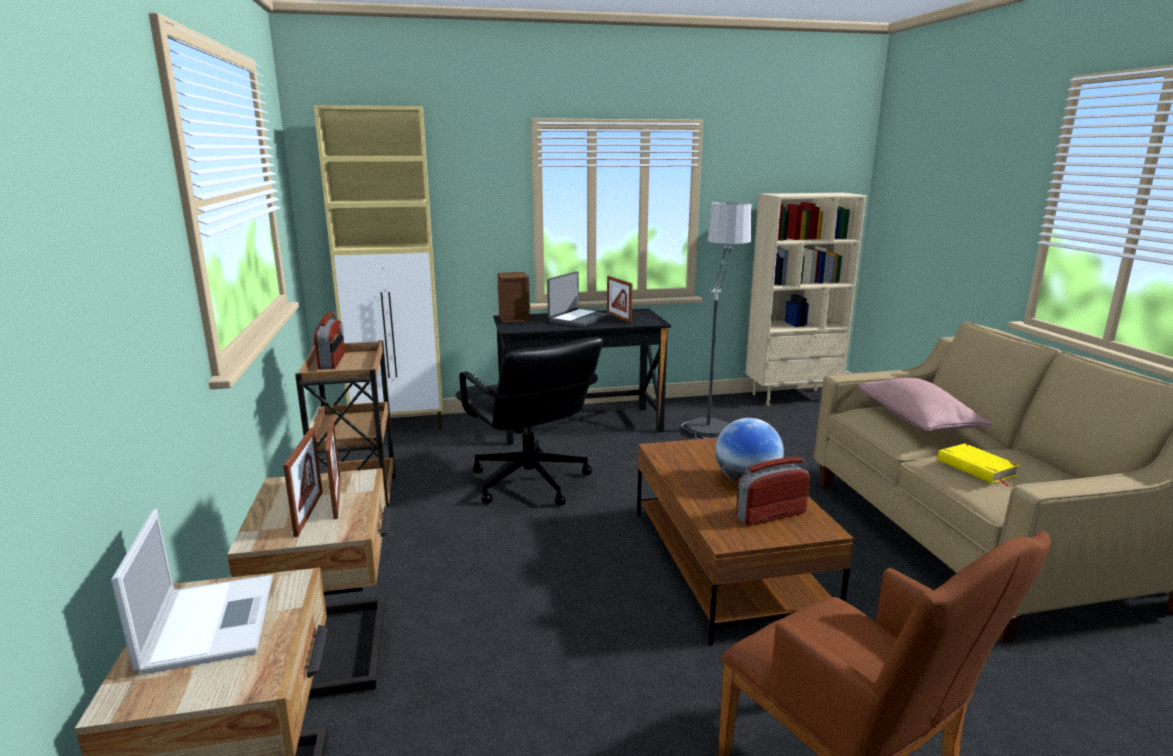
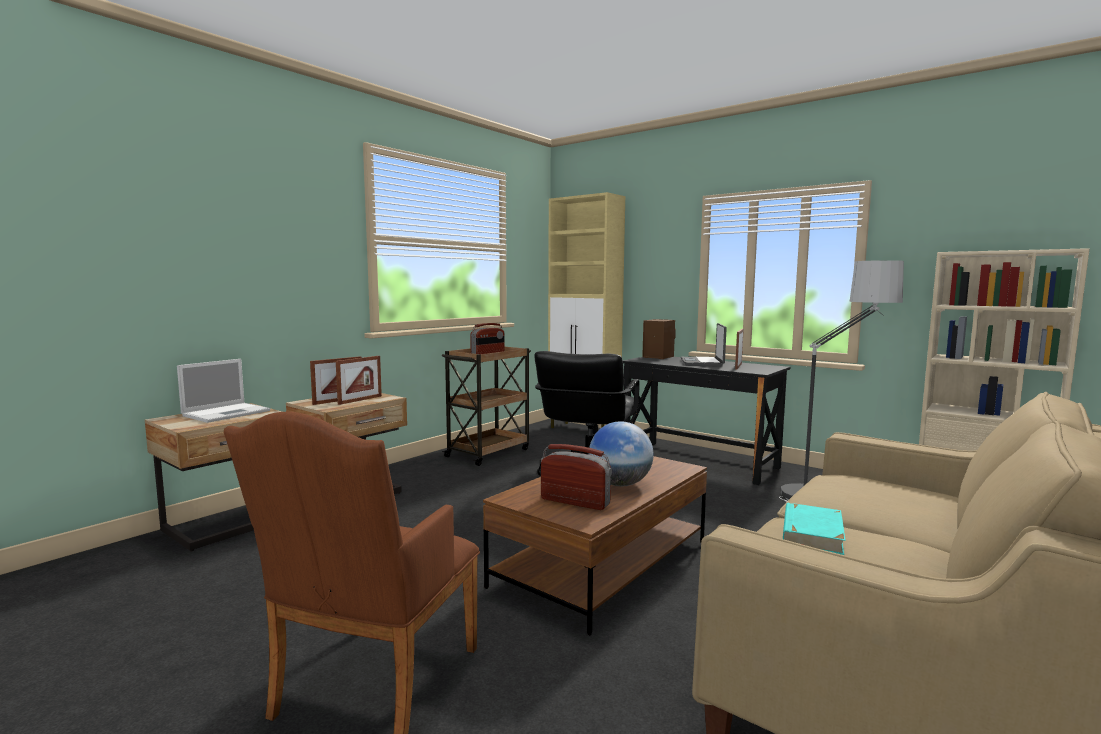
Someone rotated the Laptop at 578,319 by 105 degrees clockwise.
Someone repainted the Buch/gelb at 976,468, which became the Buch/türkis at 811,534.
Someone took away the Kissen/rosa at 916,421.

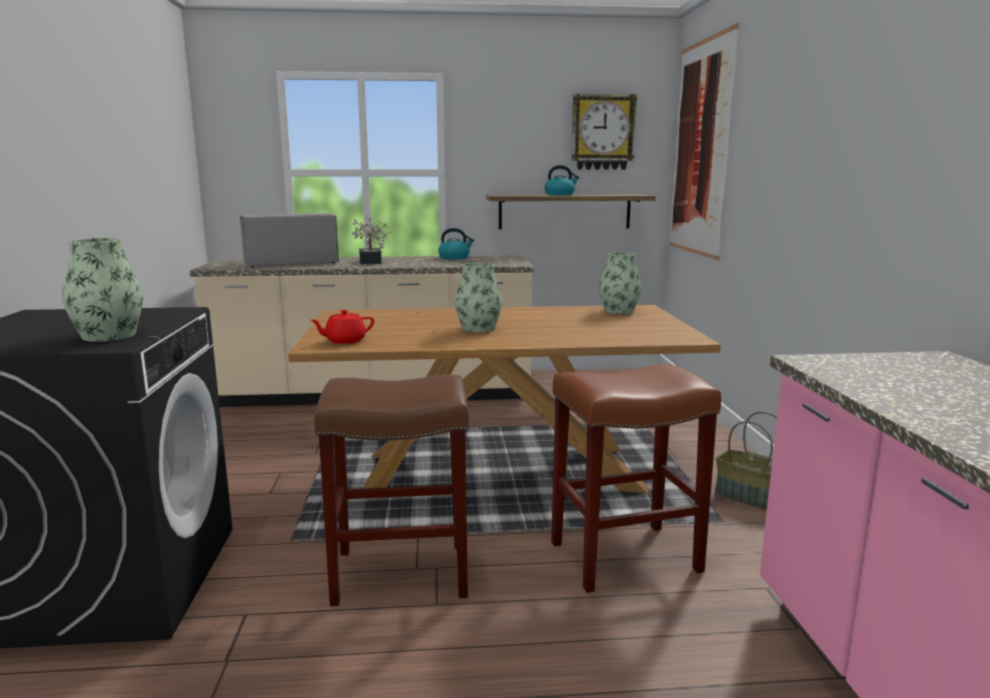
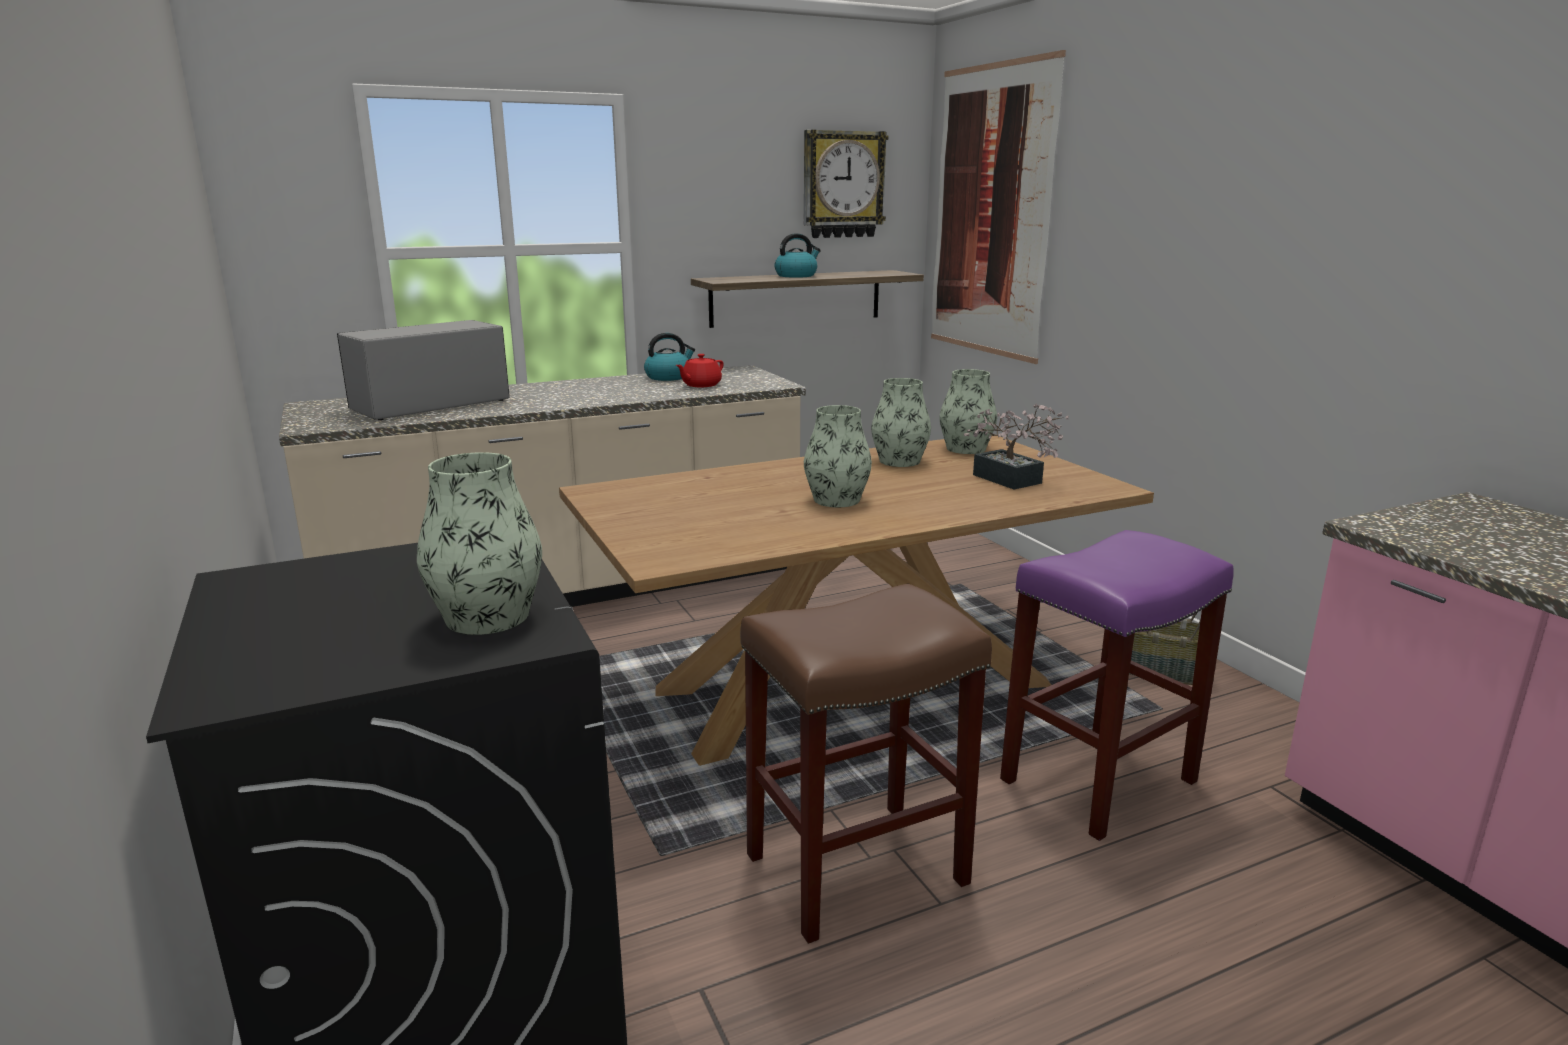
Someone carried the Teekanne/rot from 344,341 to 700,385.
Someone put down the Vase at 899,461.
Someone carried the Topfpflanze from 370,262 to 1012,481.
Someone repainted the Hocker/braun at 623,557, which became the Hocker/lila at 1097,782.

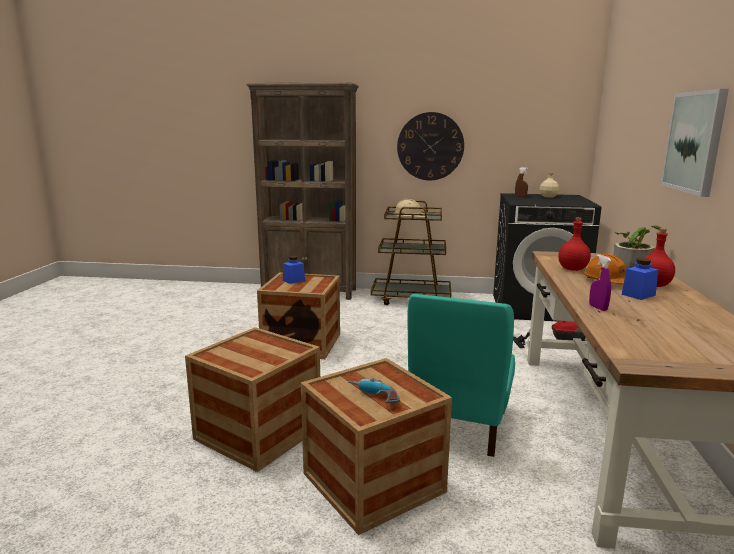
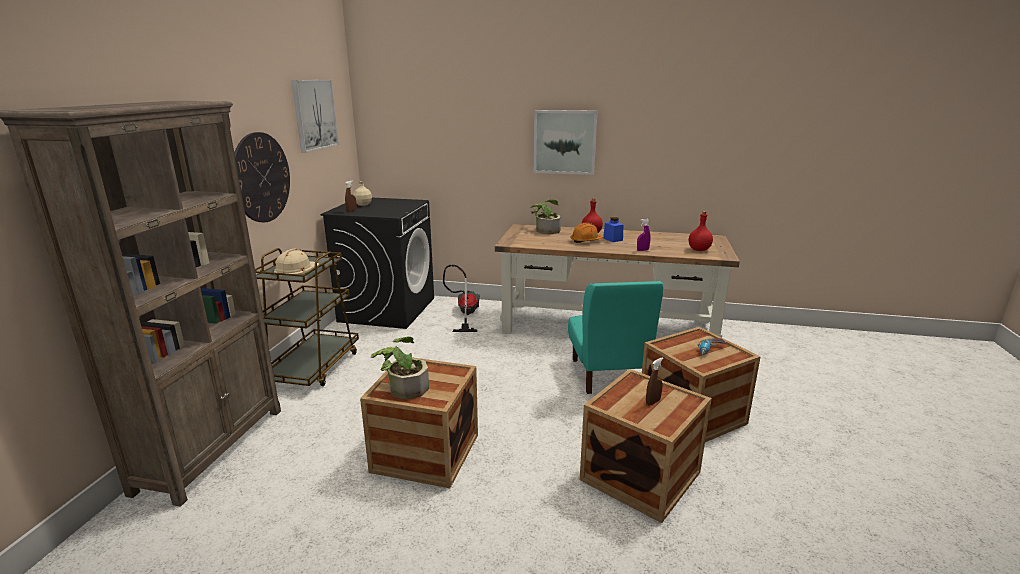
Someone put up the Bild at 314,114.
Someone swapped the Vorratsglas/blau at 294,280 for the Topfpflanze at 404,387.
Someone rotated the Stuhl/türkis at 458,425 by 60 degrees clockwise.
Someone put down the Sprühflasche/braun at 653,402.
Someone carried the Flasche/rot from 572,269 to 698,250.

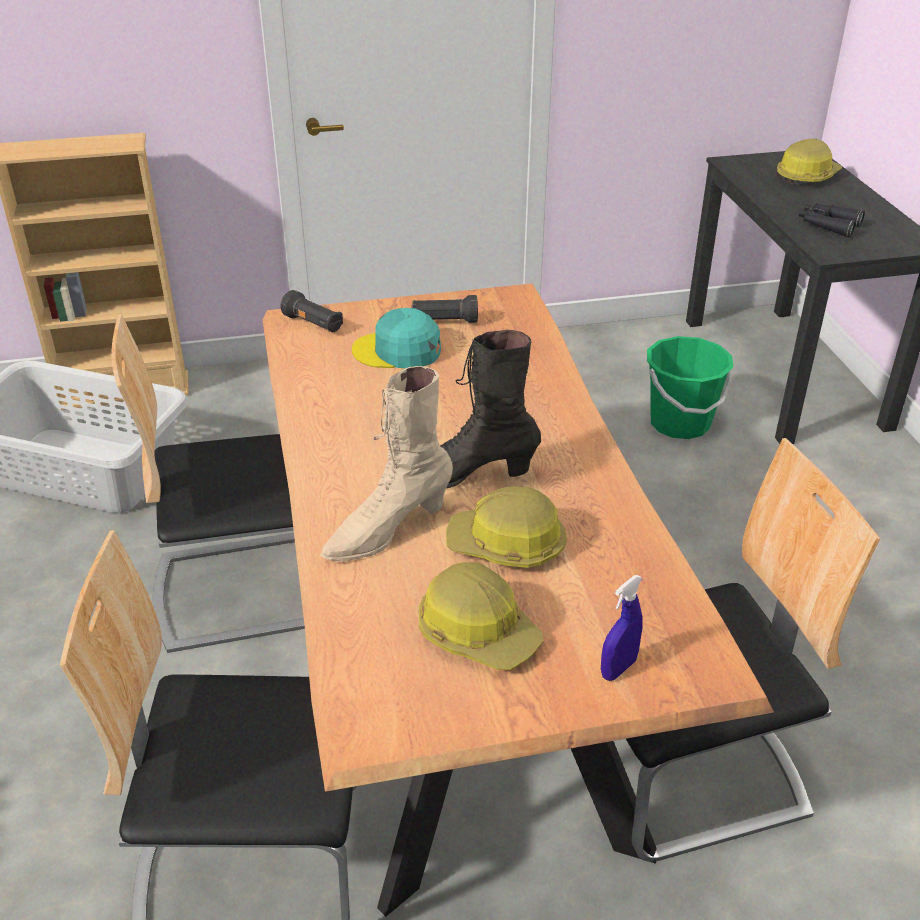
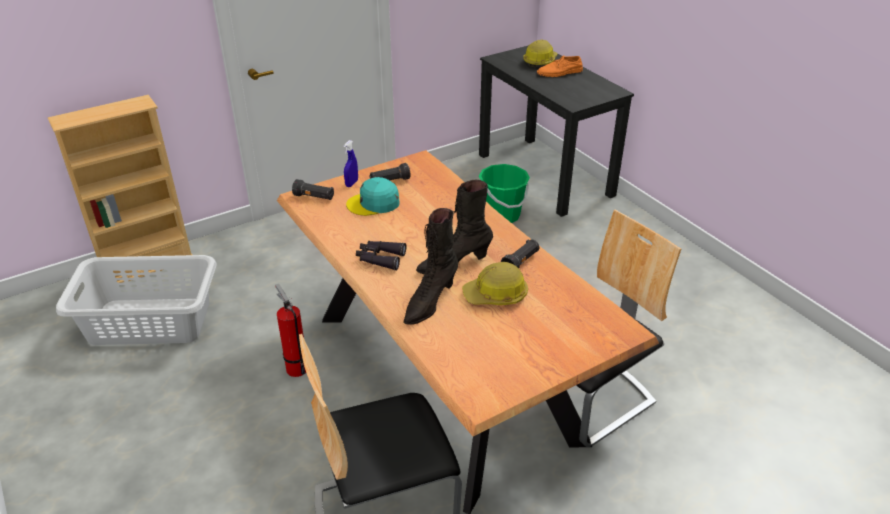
Someone swapped the Stuhl at 242,588 for the Feuerlöscher at 296,367.
Someone carried the Sprühflasche/blau from 618,668 to 351,183.
Someone carried the Fernglas/schwarz from 827,225 to 380,258.
Someone repainted the Stiefel/beige at 387,531, which became the Stiefel/schwarz at 429,302.
Someone put down the Taschenlampe/schwarz at 520,262.
Someone put down the Schuh/orange at 559,73.
Someone took away the Schutzhelm at 477,632.

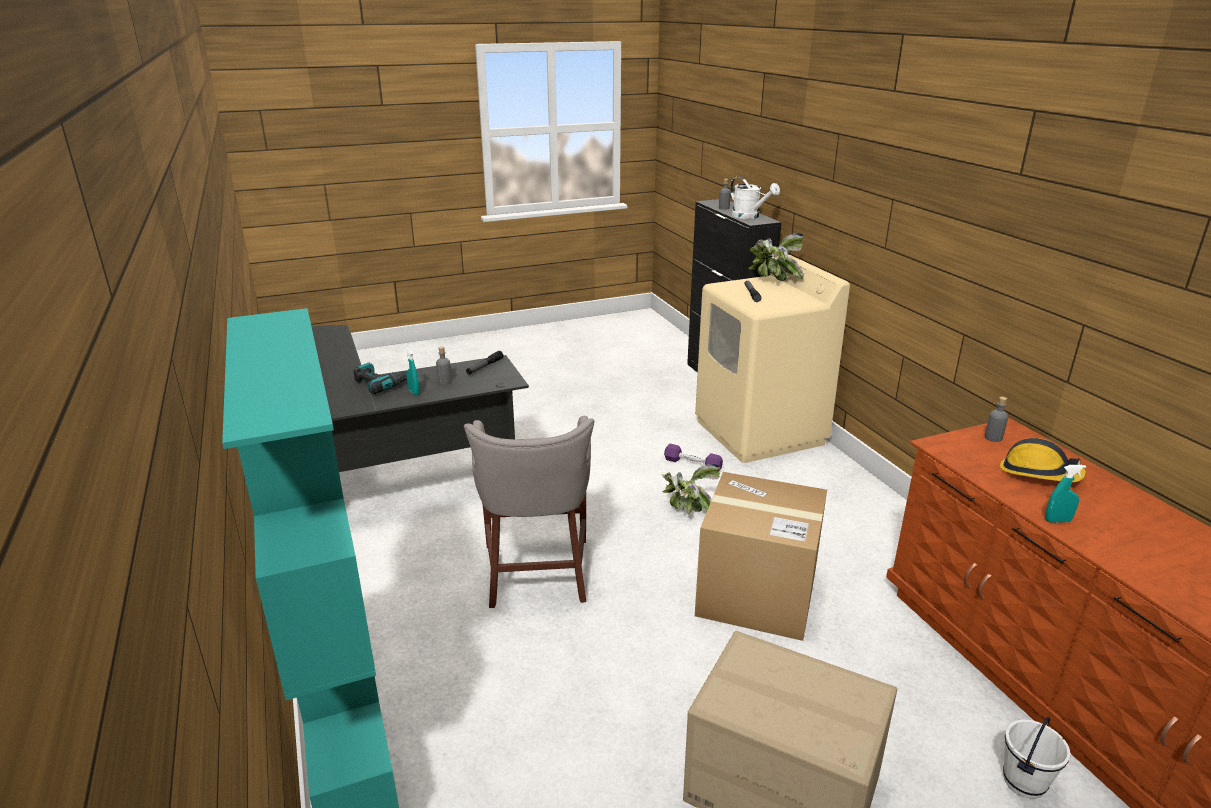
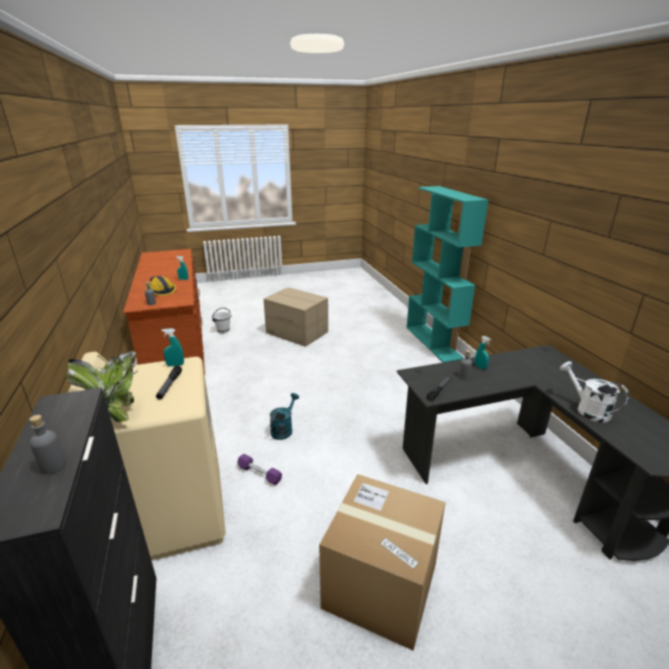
Someone put down the Sprühflasche/türkis at 175,365.
Someone swapped the Topfpflanze at 687,511 for the Gießkanne/türkis at 283,429.
Someone carried the Karton from 756,594 to 380,585.
Someone carried the Gießkanne/weiß from 749,216 to 587,409.
Someone took away the Bohrmaschine at 381,384.
Someone took away the Hocker/grau at 537,574.

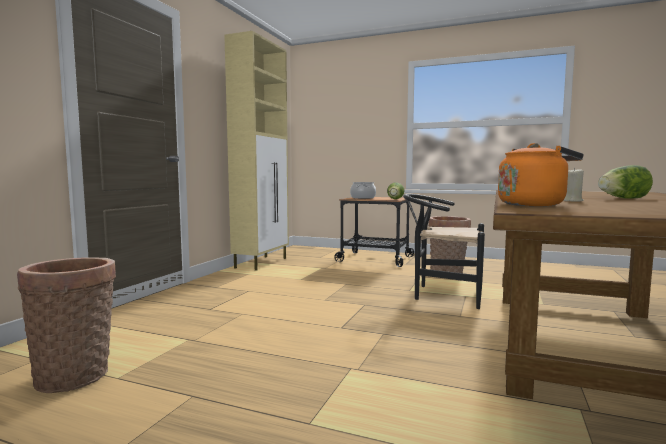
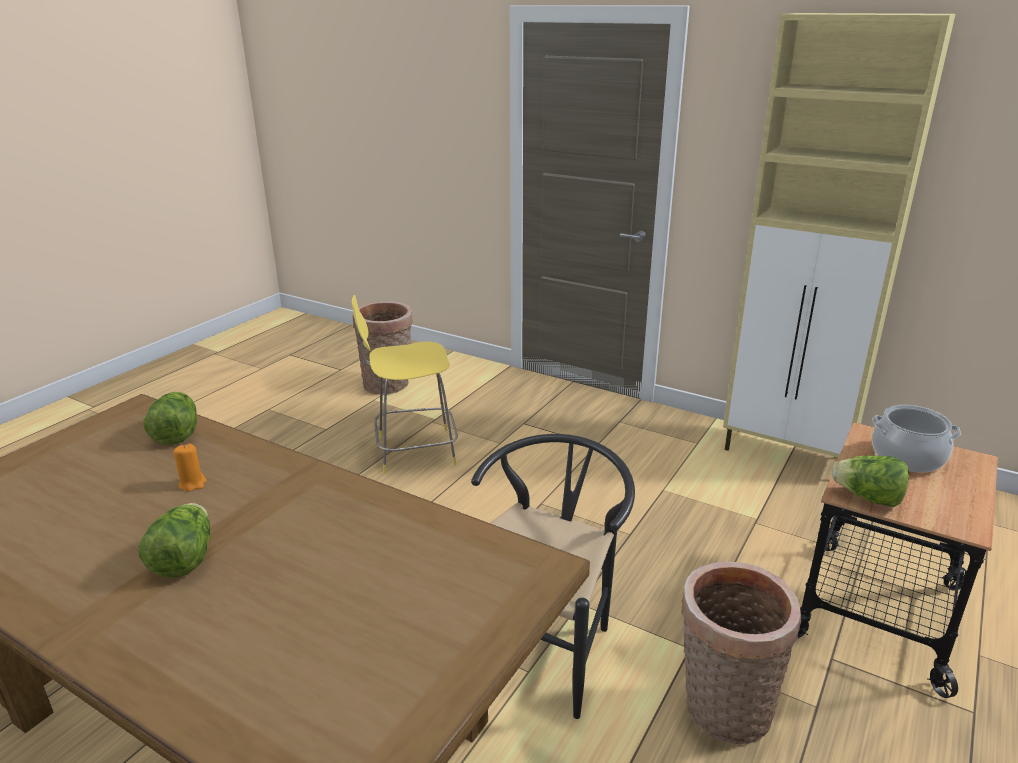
Someone swapped the Wasserkessel/orange at 533,204 for the Salatkopf at 177,434.
Someone repainted the Kerze/beige at 572,201, which became the Kerze/orange at 192,484.
Someone put down the Hocker/gelb at 412,451.

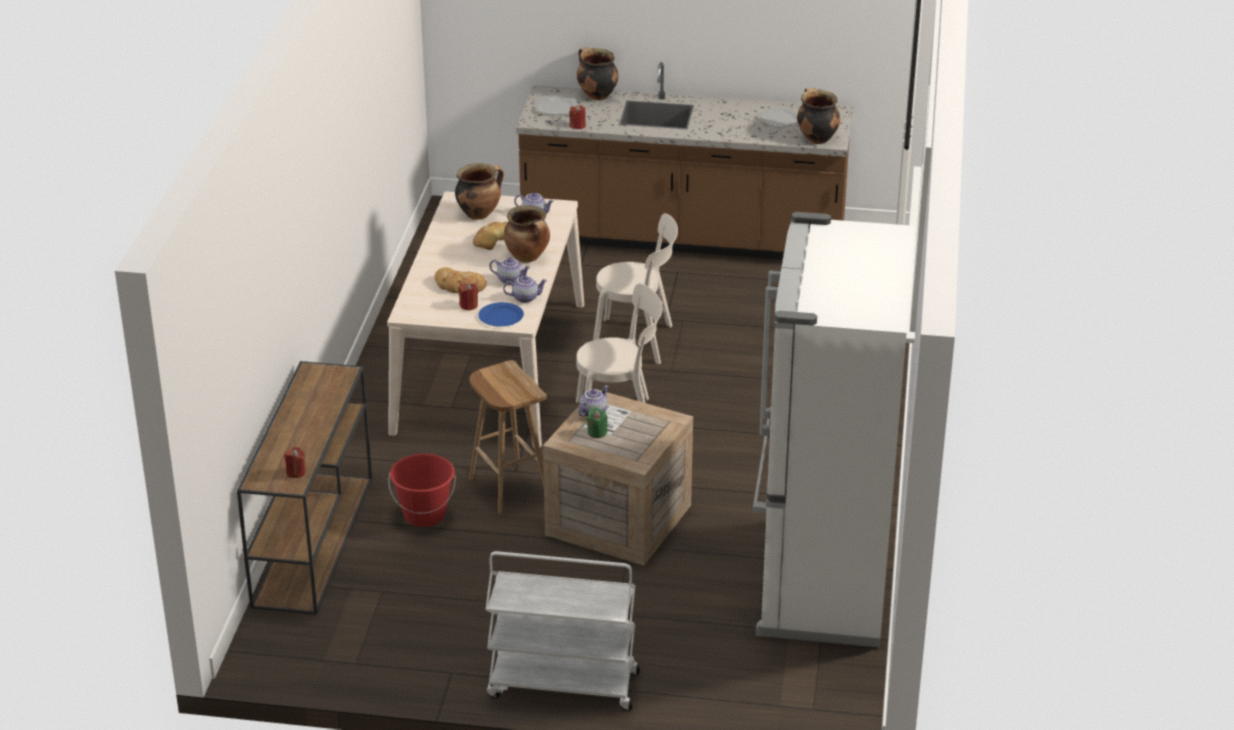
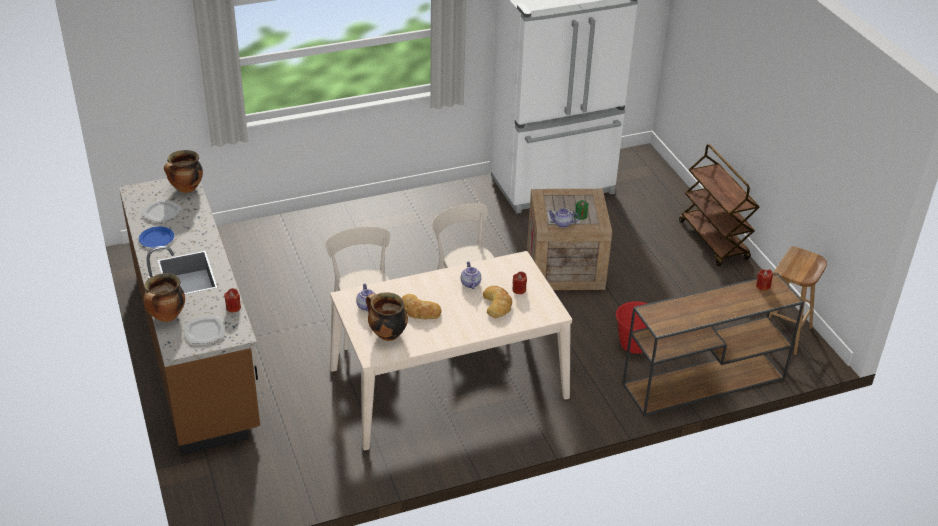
Someone carried the Teller/blau from 501,316 to 156,239.
Someone repainted the Rollwagen/weiß at 562,685, which became the Rollwagen/braun at 714,240.
Someone carried the Hocker/braun from 507,487 to 785,334.
Someone took away the Teekanne at 525,298.
Someone took away the Kochtopf at 528,257.

